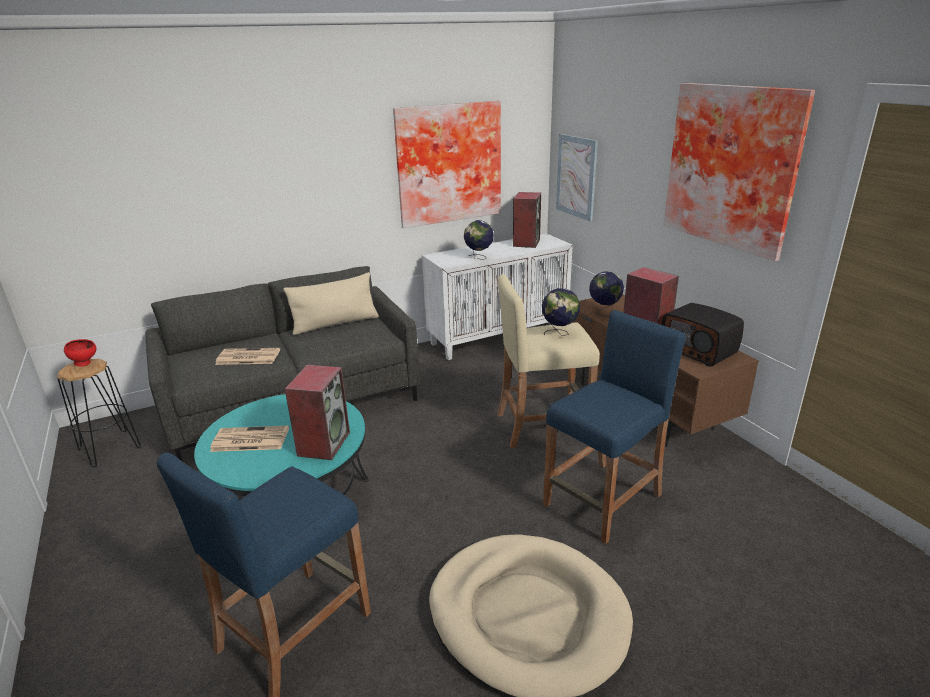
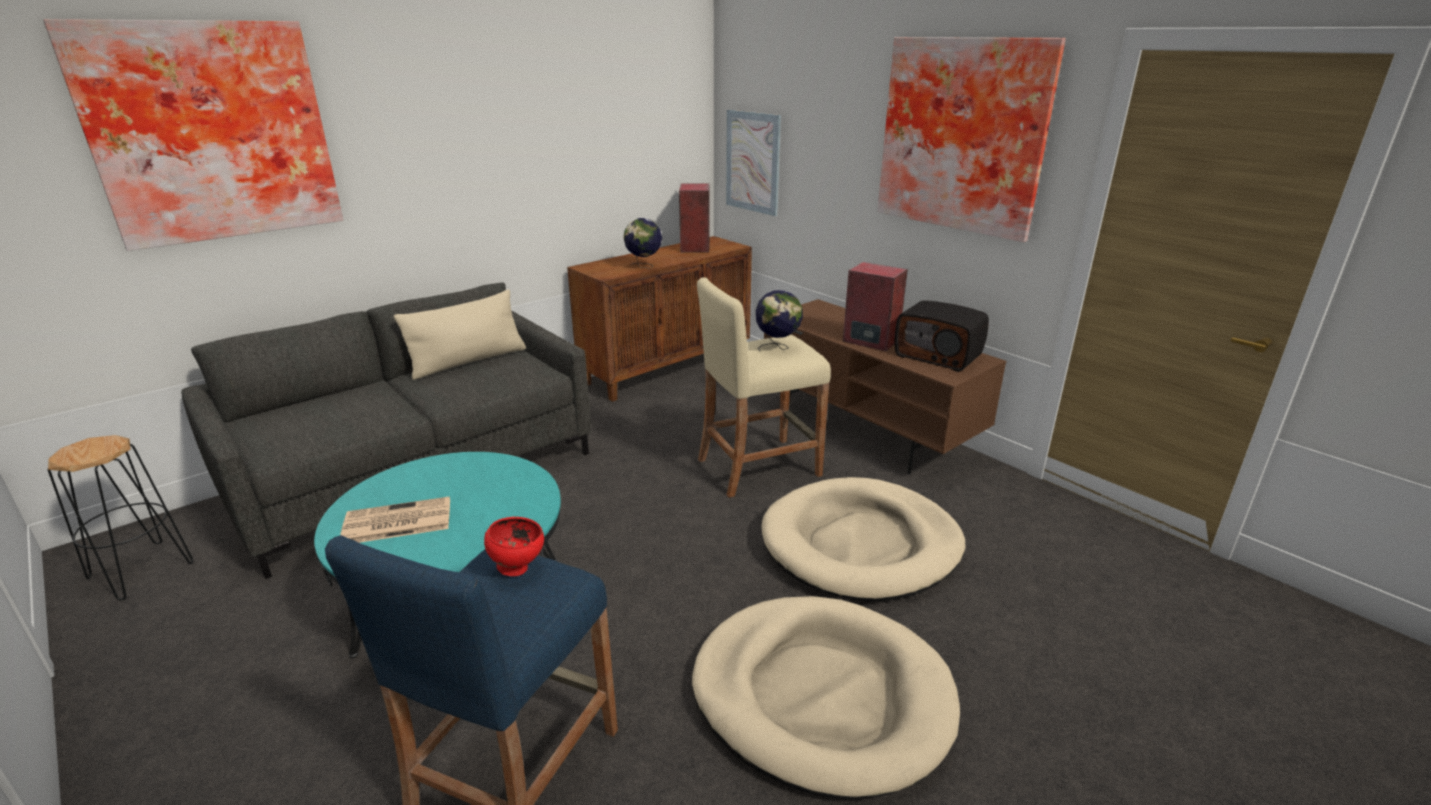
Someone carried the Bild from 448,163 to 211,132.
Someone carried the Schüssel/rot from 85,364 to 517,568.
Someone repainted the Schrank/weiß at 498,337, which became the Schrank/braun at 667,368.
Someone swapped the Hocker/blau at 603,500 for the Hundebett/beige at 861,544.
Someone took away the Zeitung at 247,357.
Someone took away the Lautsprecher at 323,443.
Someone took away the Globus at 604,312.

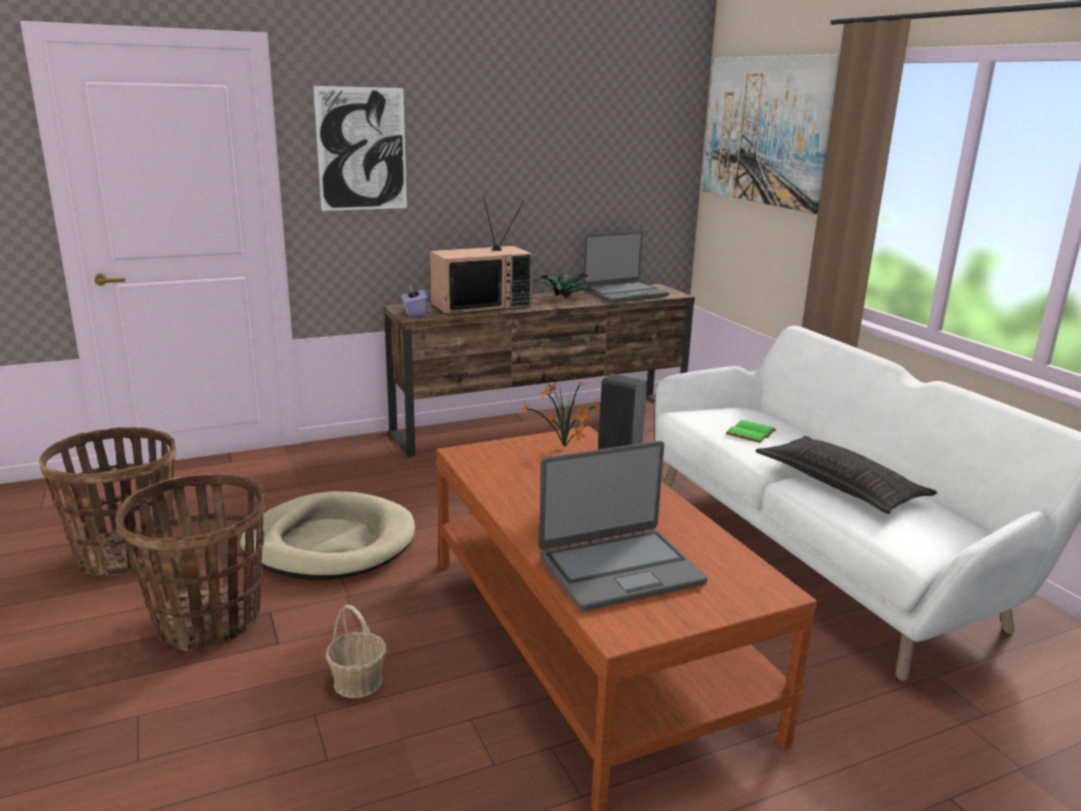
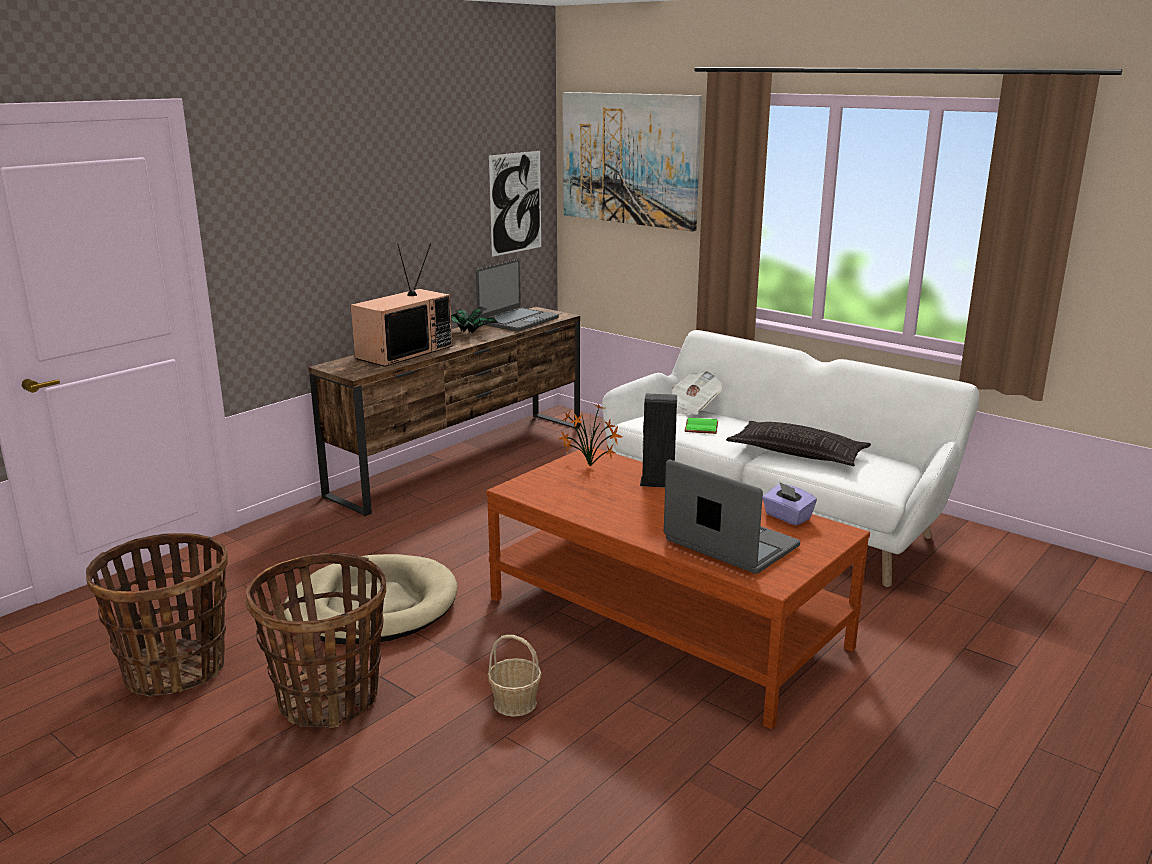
Someone carried the Bild from 362,149 to 516,203.
Someone rotated the Laptop at 619,569 by 90 degrees counterclockwise.
Someone put down the Zeitung at 691,408.
Someone carried the Taschentuchbox/lila from 414,312 to 787,517.

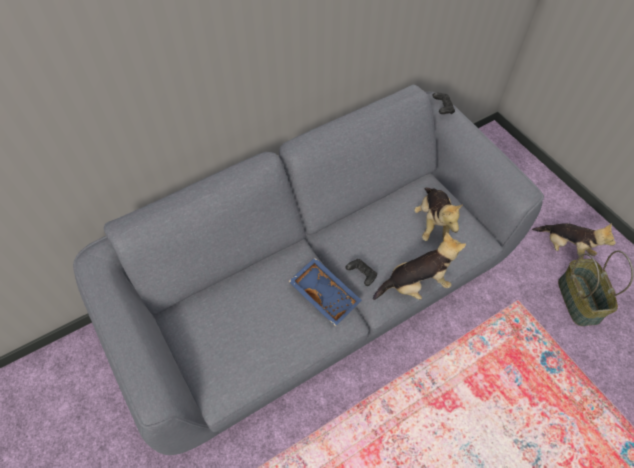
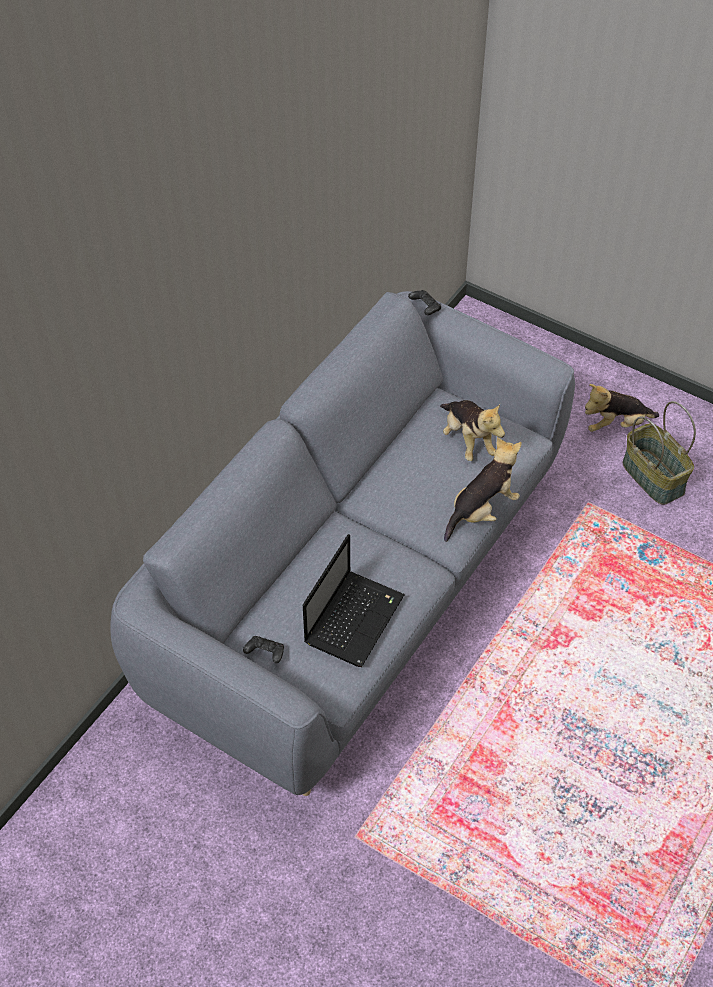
Someone carried the Gamepad/schwarz from 361,275 to 265,653.
Someone put down the Laptop at 354,617.
Someone rotated the Plüschtier at 565,248 by 150 degrees clockwise.
Someone took away the Tablett/blau at 325,294.

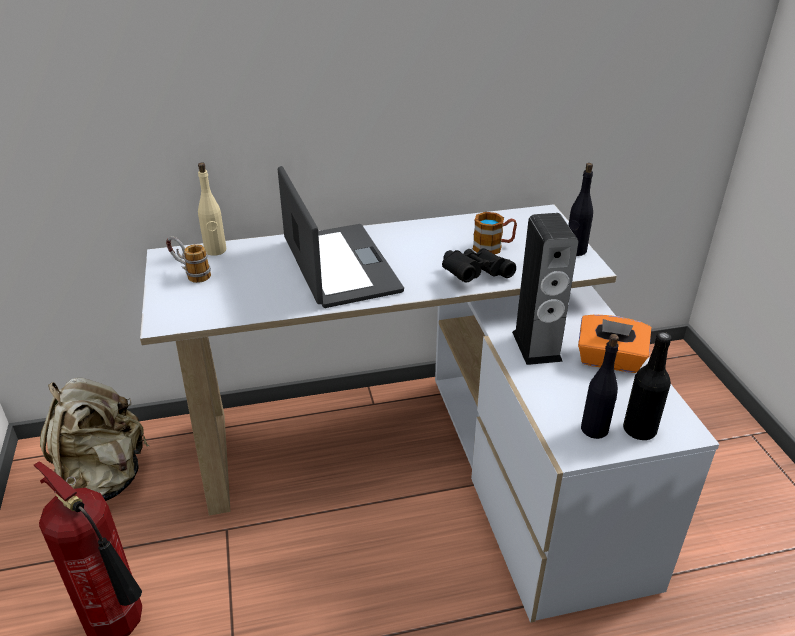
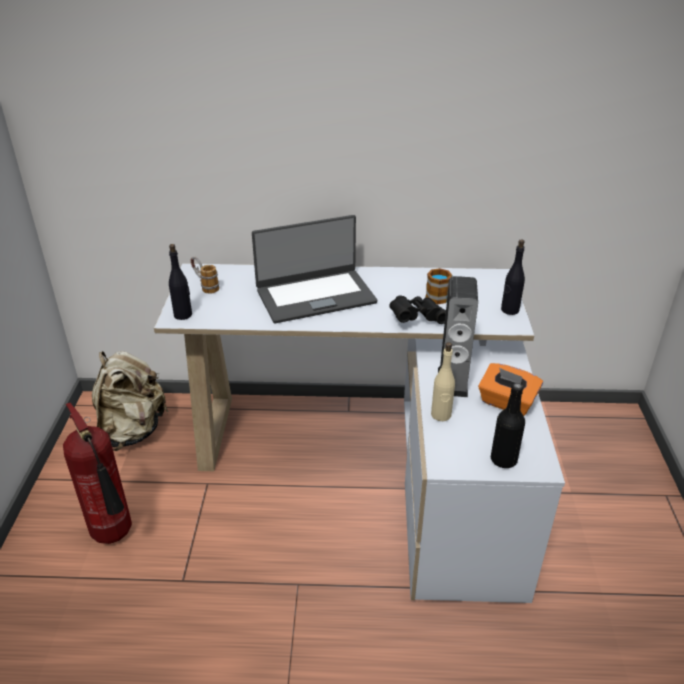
Someone carried the Flasche/schwarz from 594,429 to 183,315.
Someone rotated the Laptop at 339,266 by 75 degrees clockwise.
Someone carried the Flasche/beige from 215,250 to 441,415.

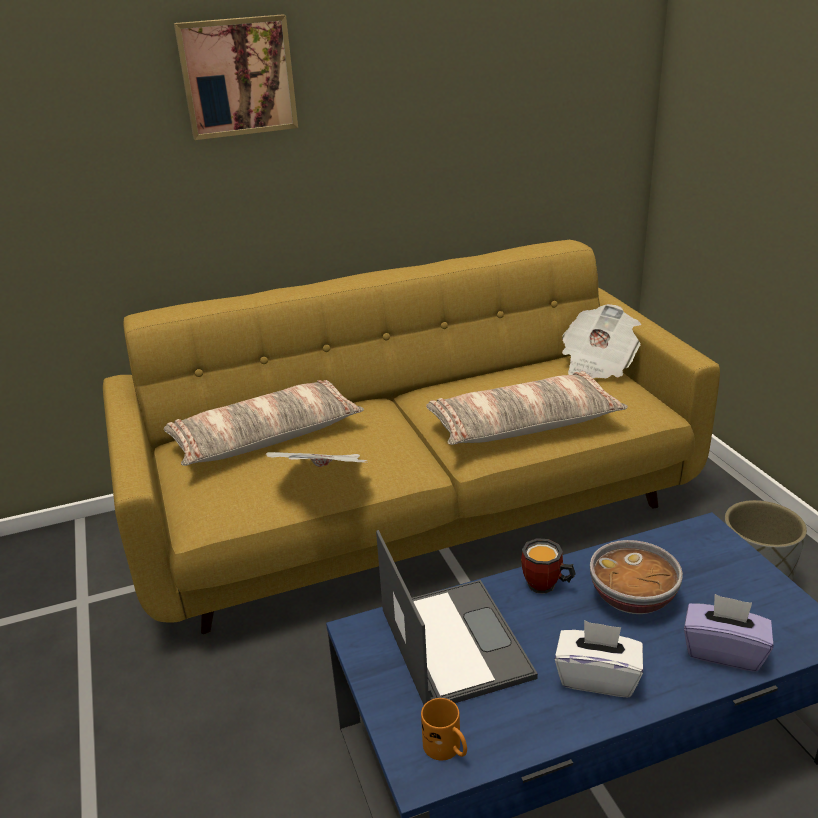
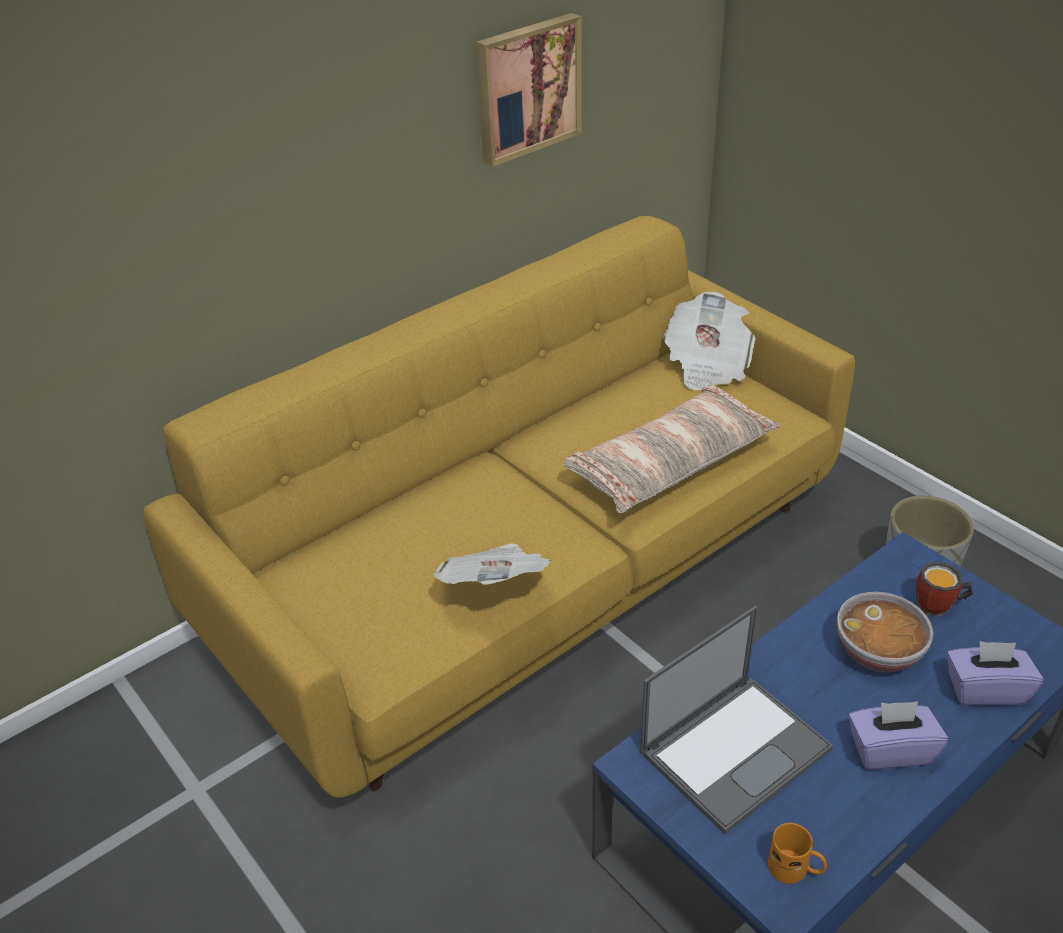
Someone carried the Bild from 237,76 to 527,88.
Someone rotated the Laptop at 453,642 by 90 degrees clockwise.
Someone repainted the Taschentuchbox/weiß at 597,677, which became the Taschentuchbox/lila at 890,750.
Someone carried the Henkelbecher from 546,587 to 938,608.
Someone took away the Kissen at 265,437.

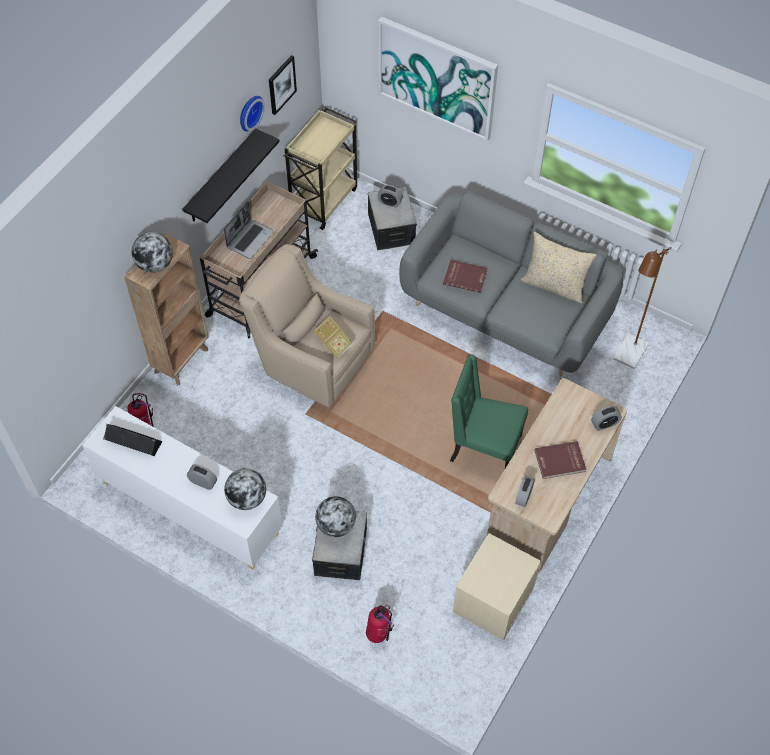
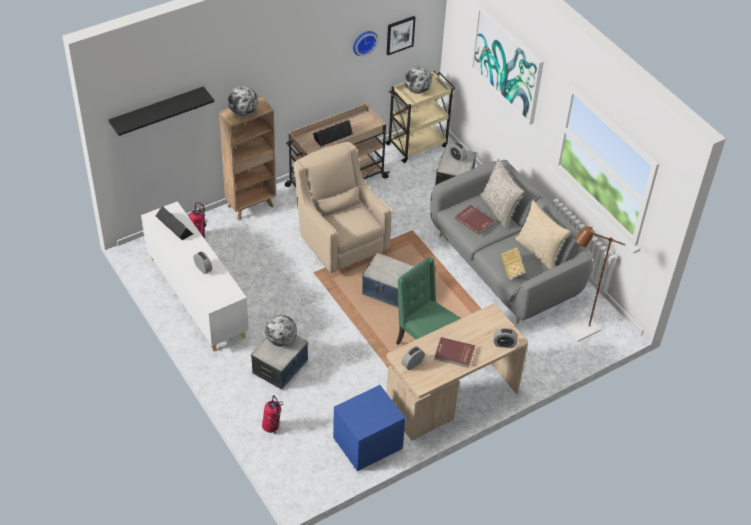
Someone carried the Wandregal/schwarz from 221,177 to 157,112.
Someone swapped the Laptop at 250,239 for the Lautsprecher/schwarz at 332,135.
Someone repainted the Nachttisch/beige at 493,601, which became the Nachttisch/blau at 367,444.
Someone put down the Aufbewahrungsbox at 388,290.
Someone carried the Globus from 247,498 to 417,90.
Someone put down the Kissen/grau at 499,209.
Someone carried the Buch from 334,343 to 512,269.

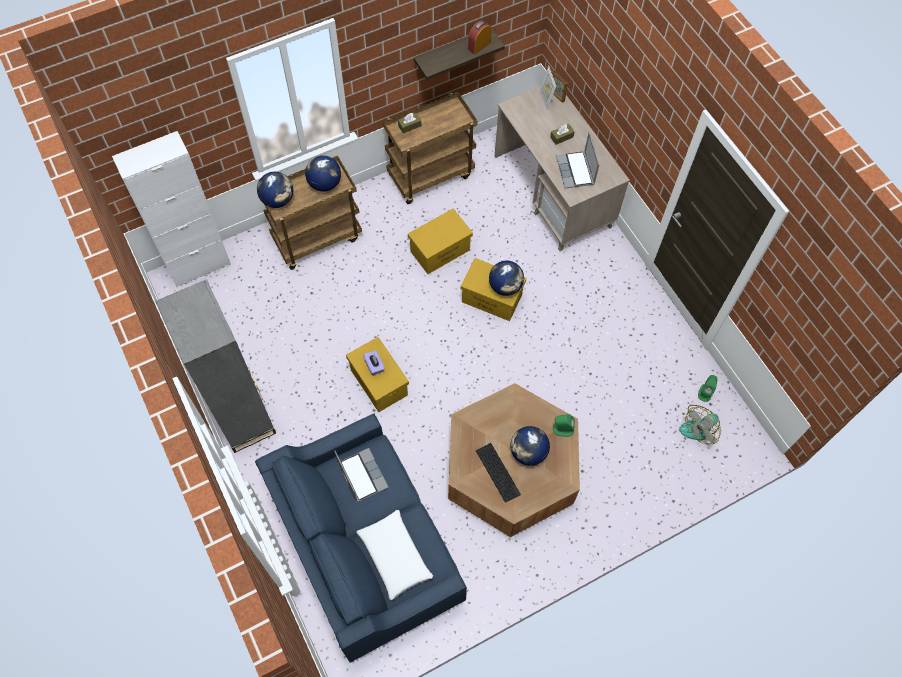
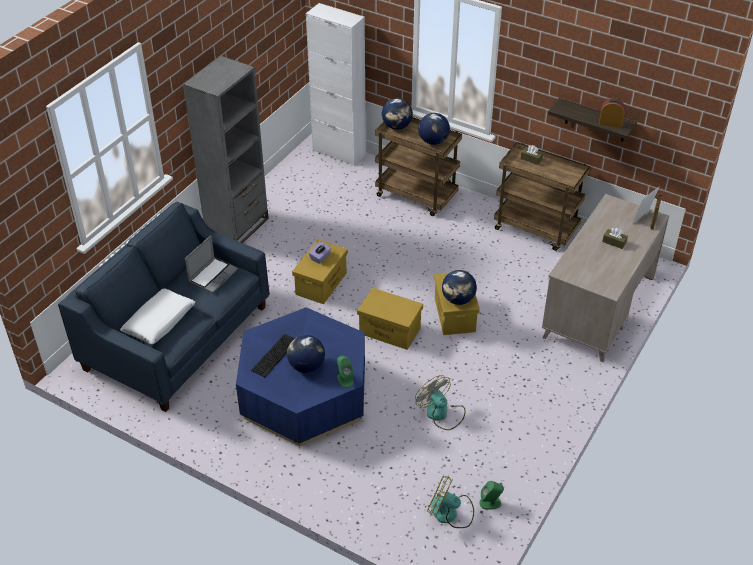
Someone repainted the Couchtisch/braun at 510,469, which became the Couchtisch/blau at 304,394.
Someone carried the Aufbewahrungsbox/gelb from 439,251 to 389,330.
Someone put down the Ventilator at 441,414.
Someone took away the Laptop at 576,171.

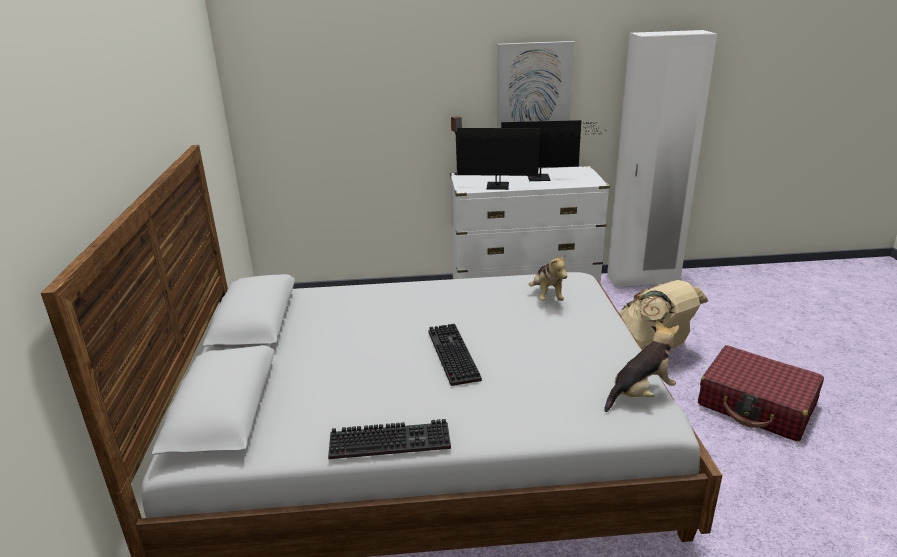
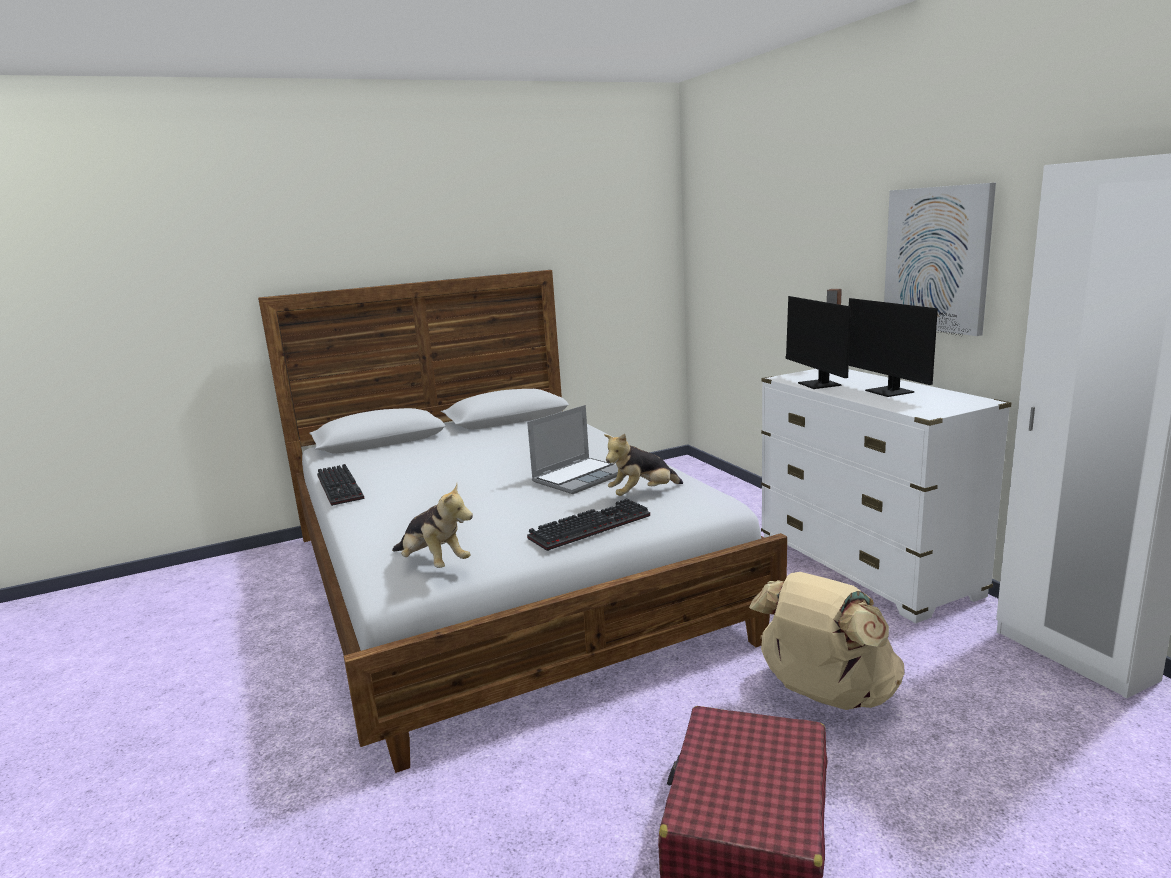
Someone put down the Laptop at 580,477.
Someone carried the Tastatur from 451,355 to 590,526.

